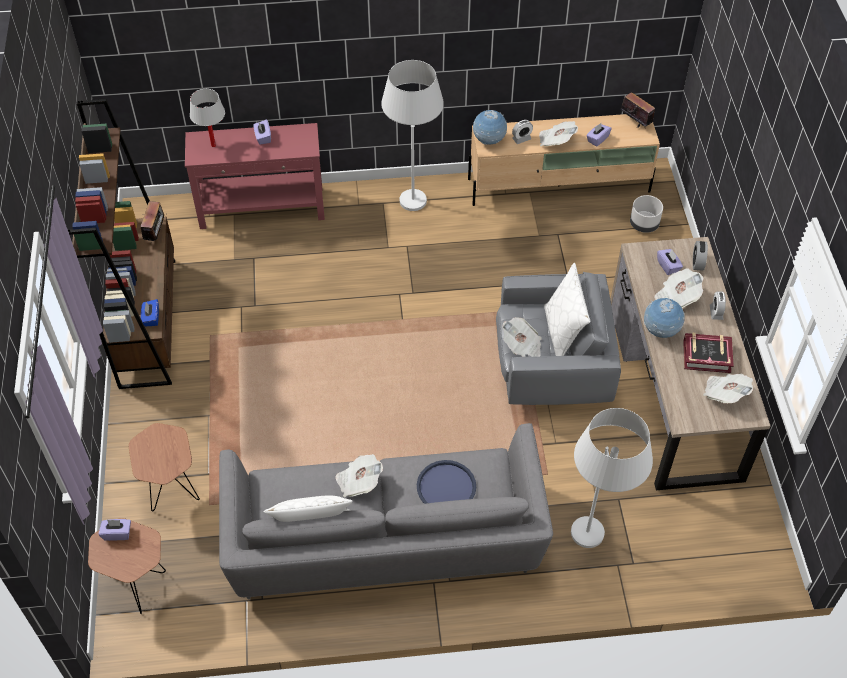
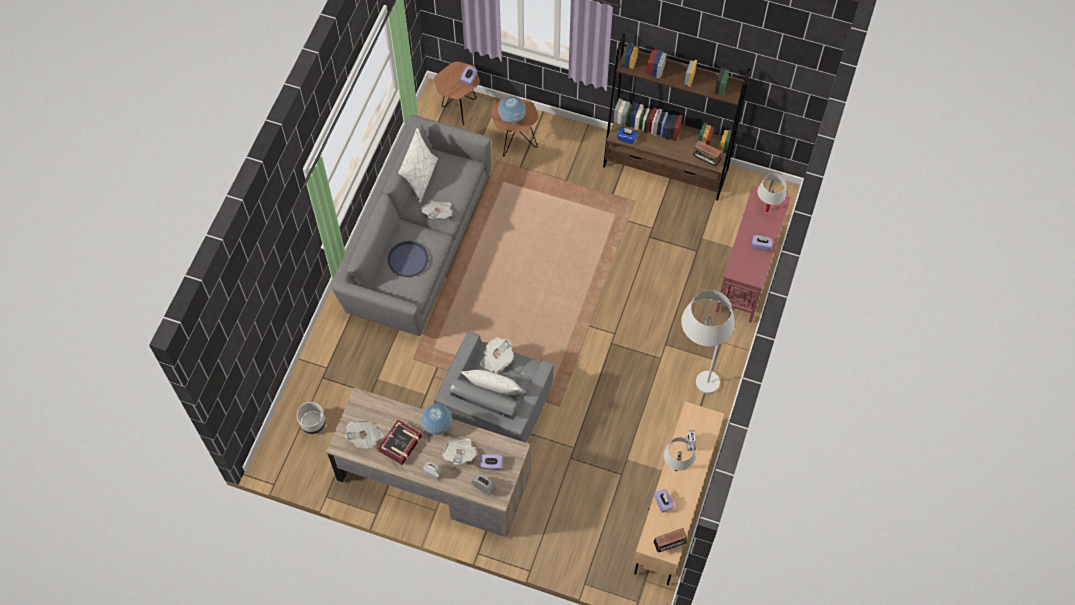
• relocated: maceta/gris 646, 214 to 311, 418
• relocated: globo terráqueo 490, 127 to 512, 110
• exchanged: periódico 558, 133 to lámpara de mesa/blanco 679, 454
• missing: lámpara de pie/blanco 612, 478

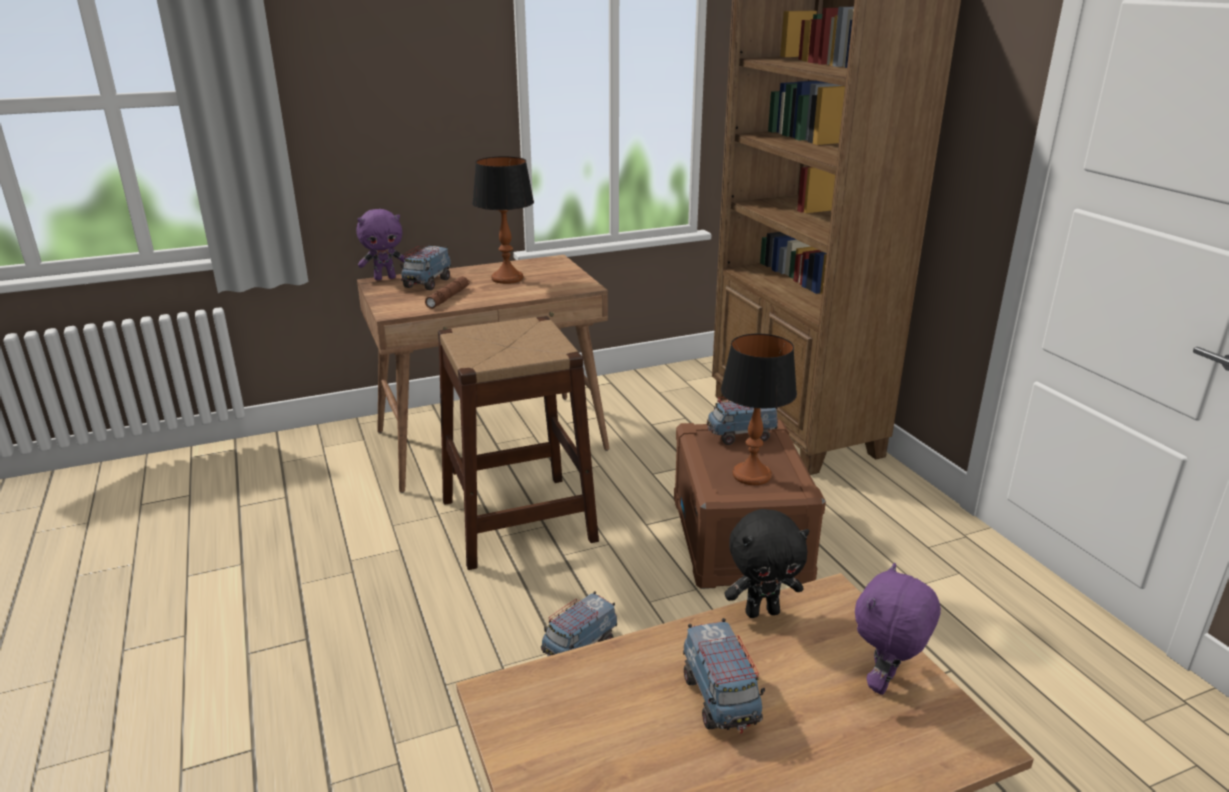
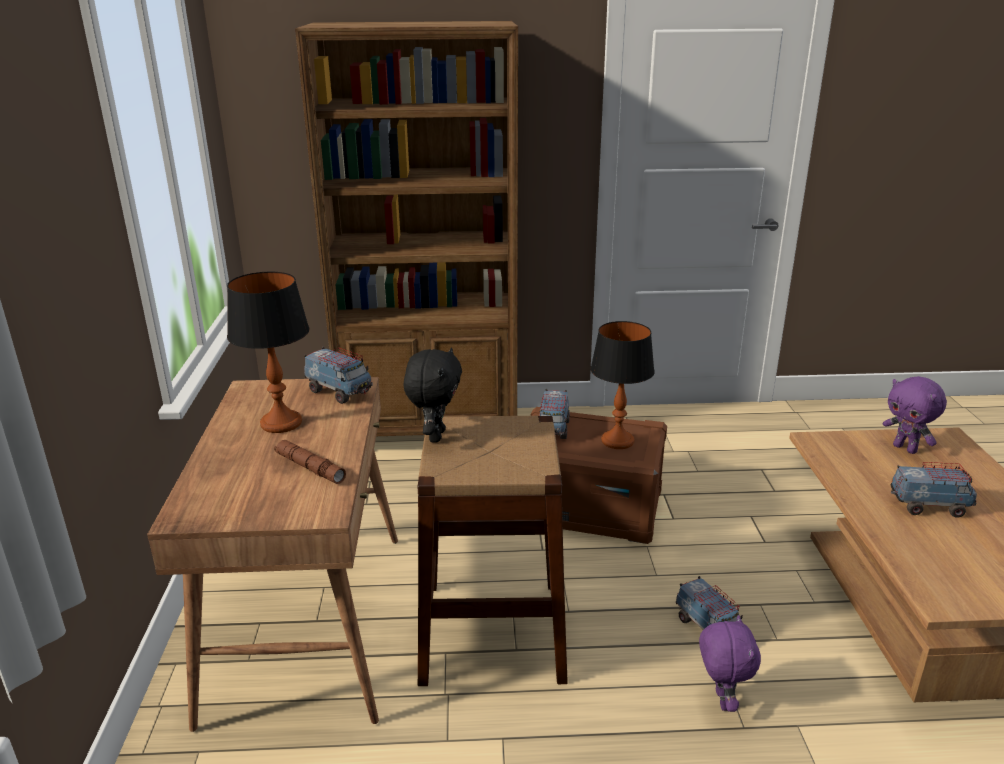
• relocated: camión de juguete 426, 267 to 338, 375
• relocated: peluche/negro 766, 563 to 433, 395
• relocated: peluche/morado 381, 244 to 730, 663

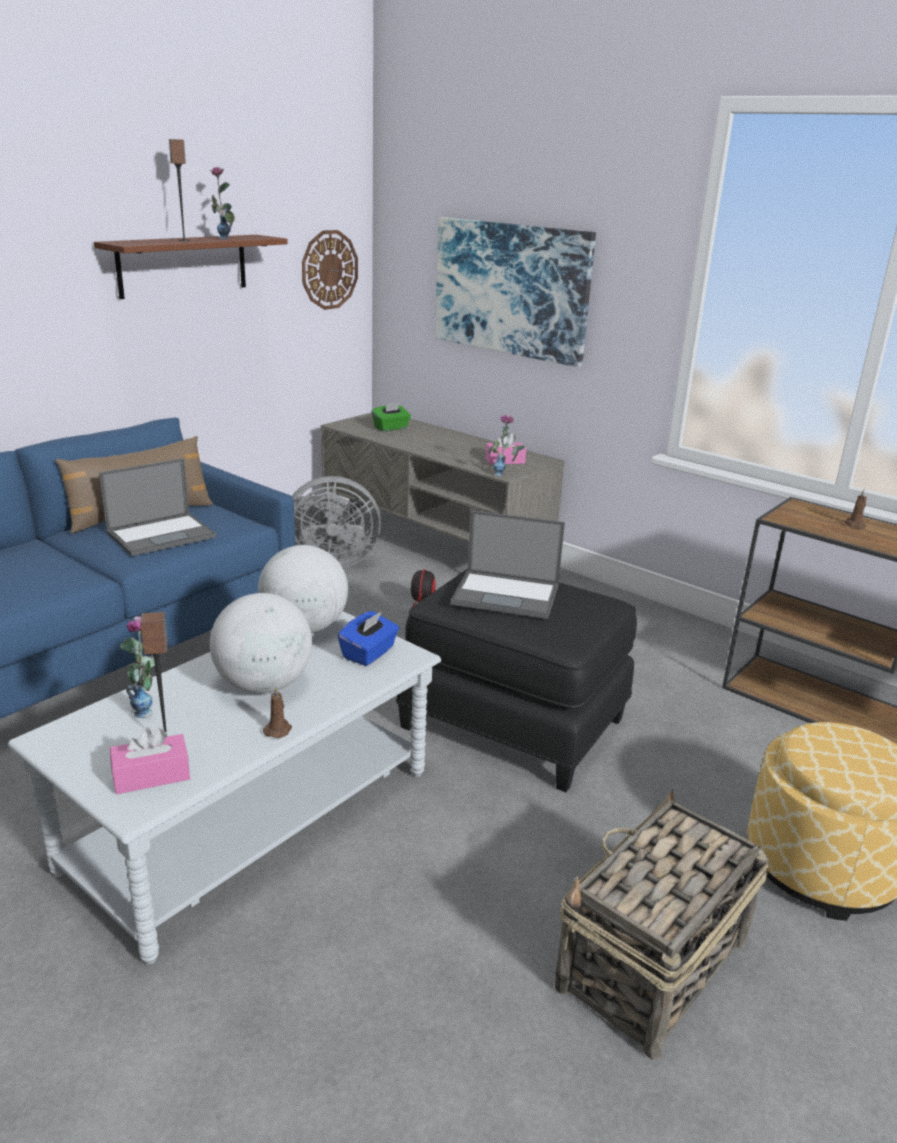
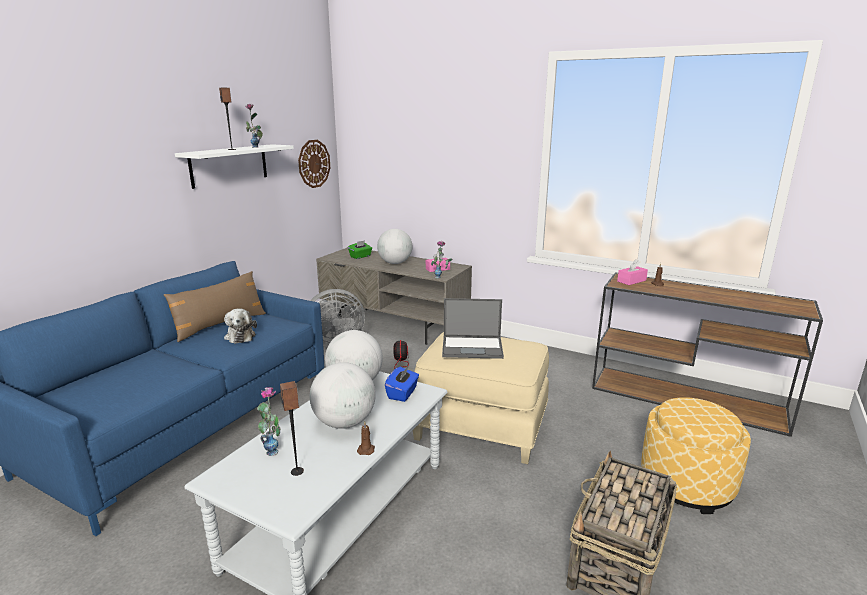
• colour: estante/marrón 191, 267 to estante/blanco 234, 166
• exchanged: portátil 157, 507 to peluche 240, 326
• appeared: globo terráqueo 395, 246
• colour: puf/negro 516, 680 to puf/beis 481, 398
• relocated: caja de pañuelos/rosa 150, 760 to 632, 272
• missing: cuadro 515, 292

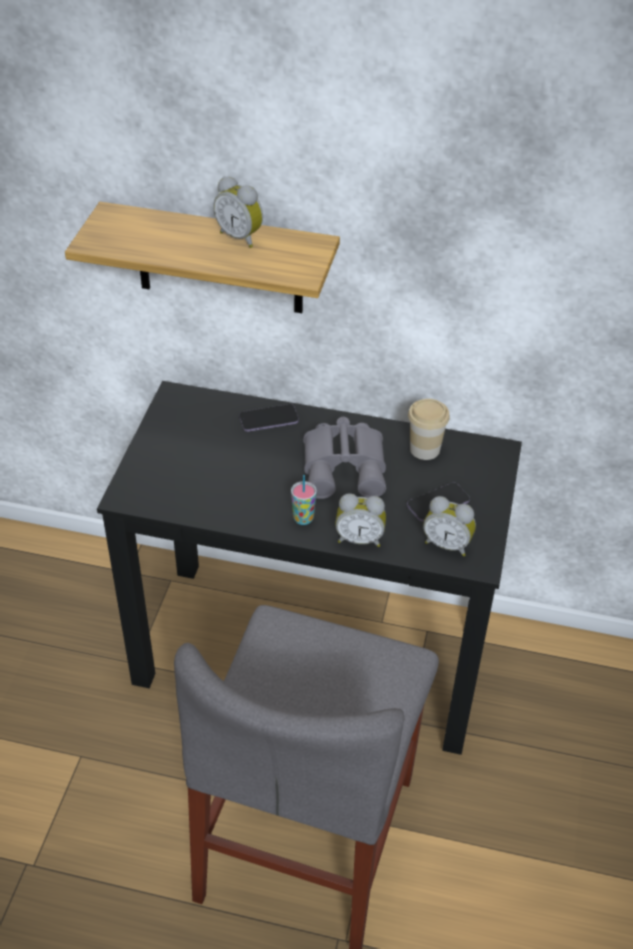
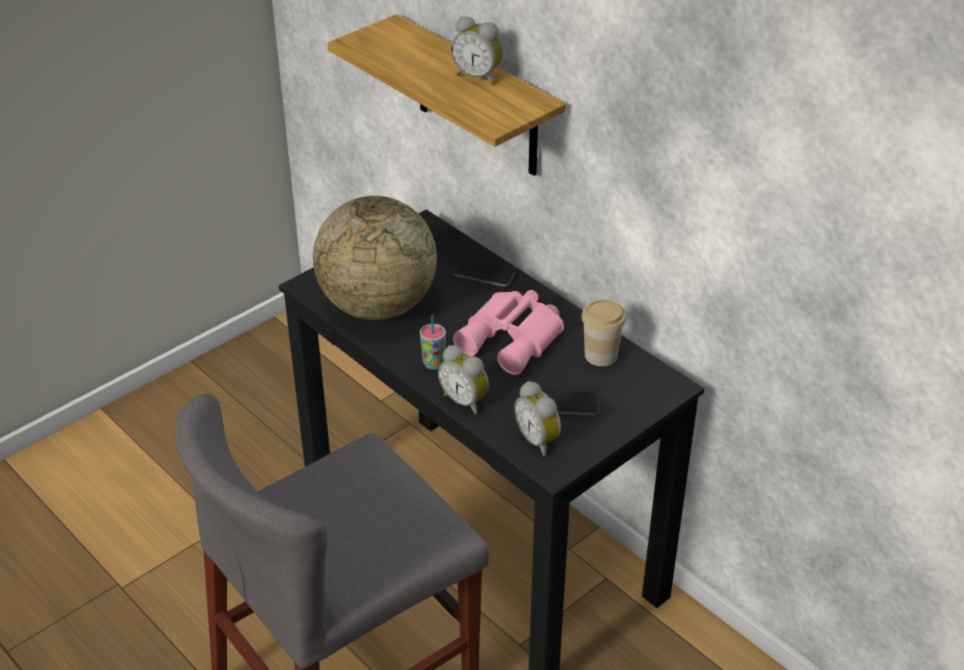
• appeared: globo terráqueo 375, 258
• spun: despertador 238, 212 = 477, 50 45 degrees counterclockwise
• colour: prismáticos/gris 344, 458 to prismáticos/rosa 508, 332

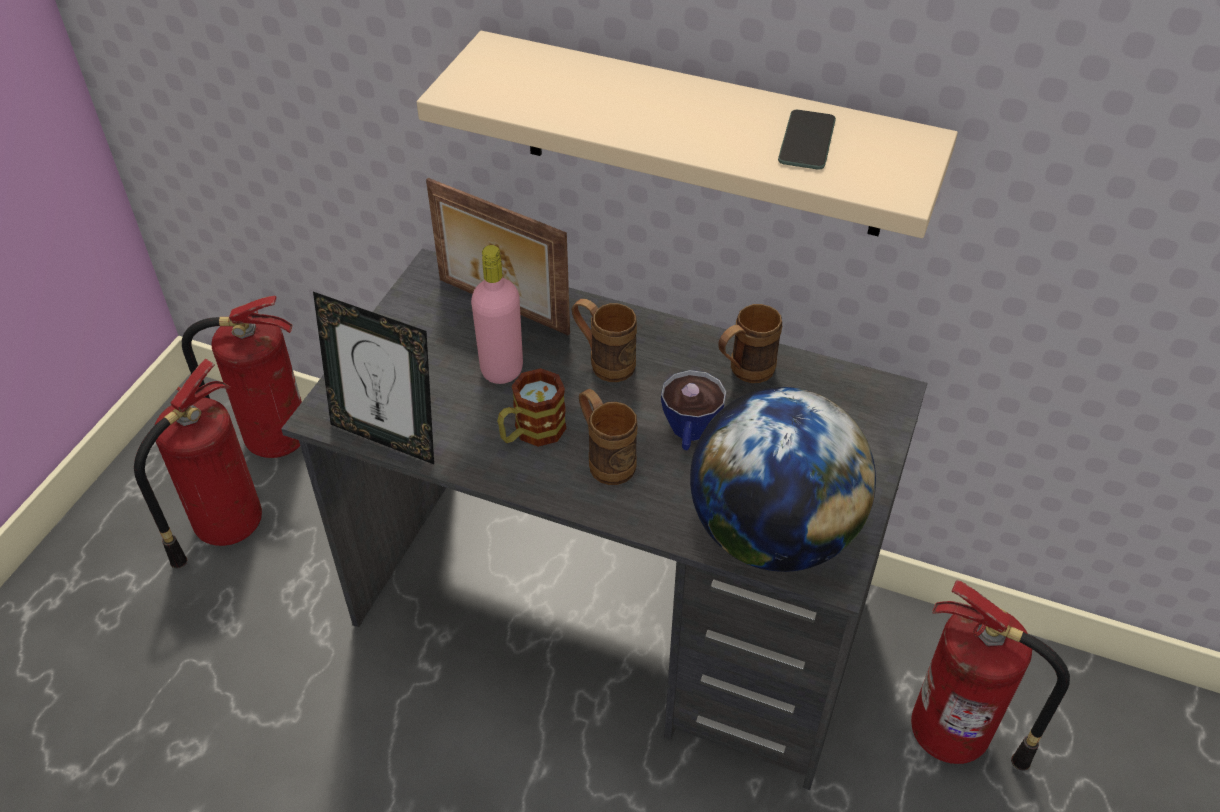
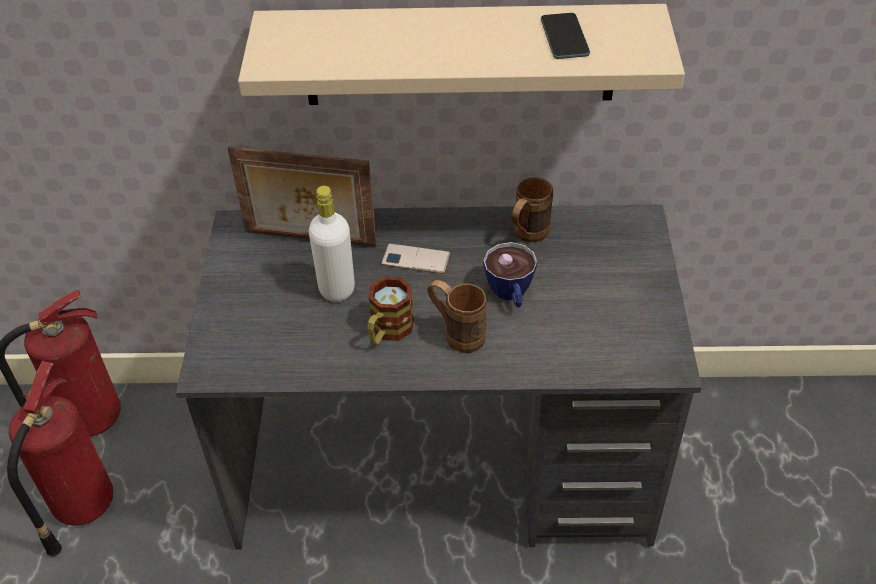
• colour: botella/rosa 497, 314 to botella/blanco 332, 243
• exchanged: taza grande/marrón 604, 340 to móvil 415, 259
• missing: portarretratos 373, 378
• missing: globo terráqueo 783, 479
• missing: extintor 990, 675

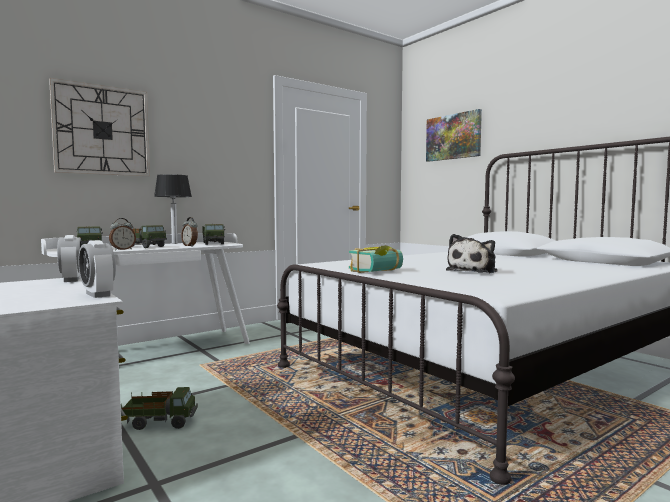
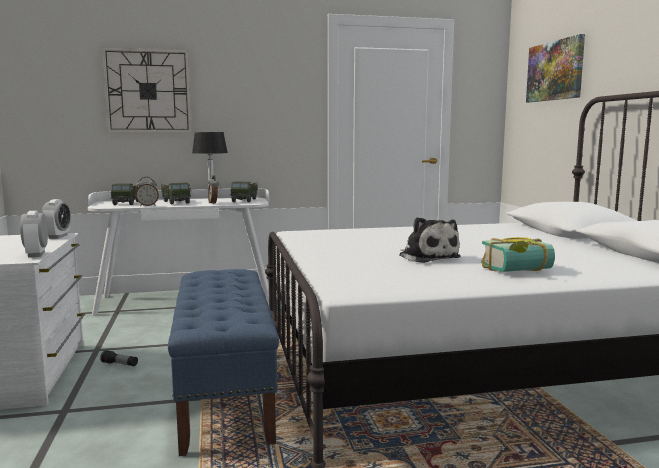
• exchanged: camión de juguete 159, 408 to linterna 119, 358
• appeared: banco/azul 223, 362
• spun: peluche 472, 253 = 430, 240 90 degrees counterclockwise
• relocated: libro 376, 259 to 518, 254

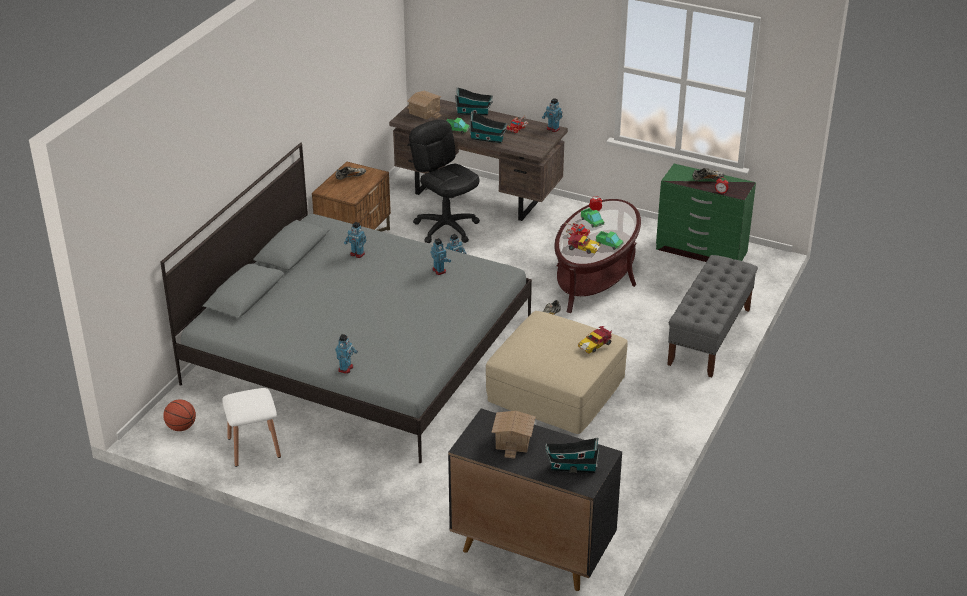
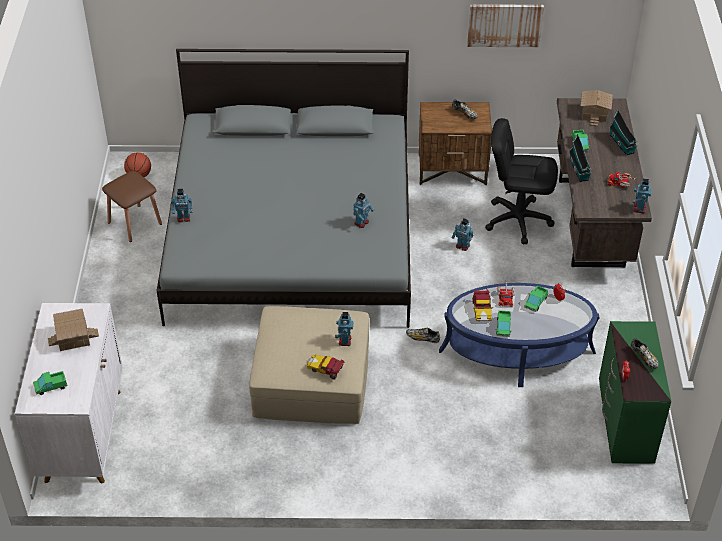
• colour: armario/negro 535, 500 to armario/blanco 69, 393
• exchanged: casita 572, 455 to camión de juguete 50, 383
• colour: taburete/blanco 251, 427 to taburete/marrón 132, 206
• relocated: robot de juguete 355, 240 to 344, 329
• colour: mesa de centro/marrón 597, 256 to mesa de centro/azul 519, 335
• appeared: cuadro 505, 25
• spun: silla de oficina/negro 444, 181 = 521, 181 105 degrees counterclockwise
• missing: banco/gris 712, 316

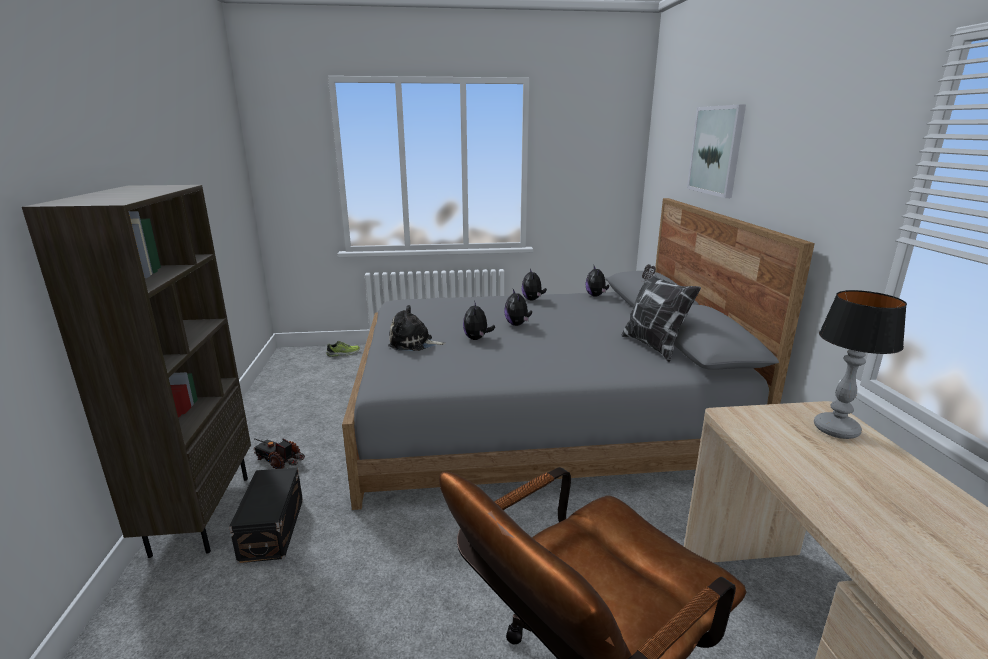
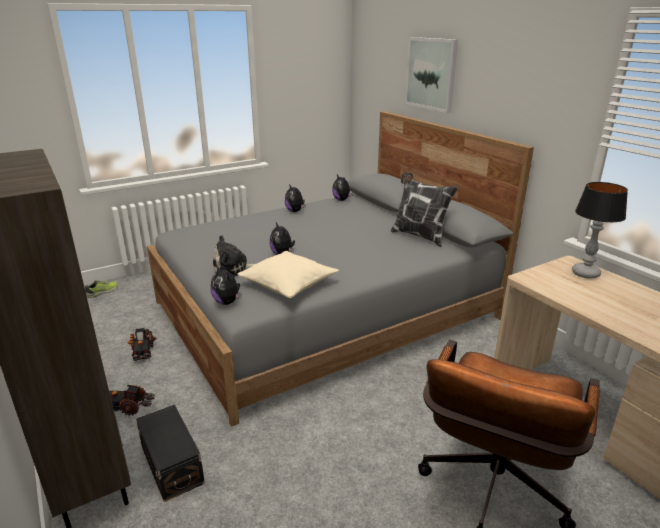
• appeared: camión de juguete 141, 344
• relocated: peluche 518, 307 to 226, 285
• appeared: cojín/beis 288, 274

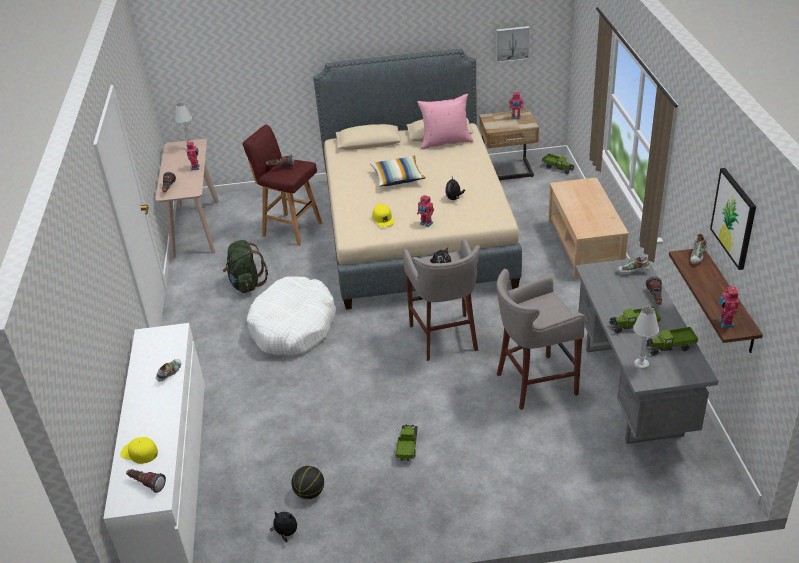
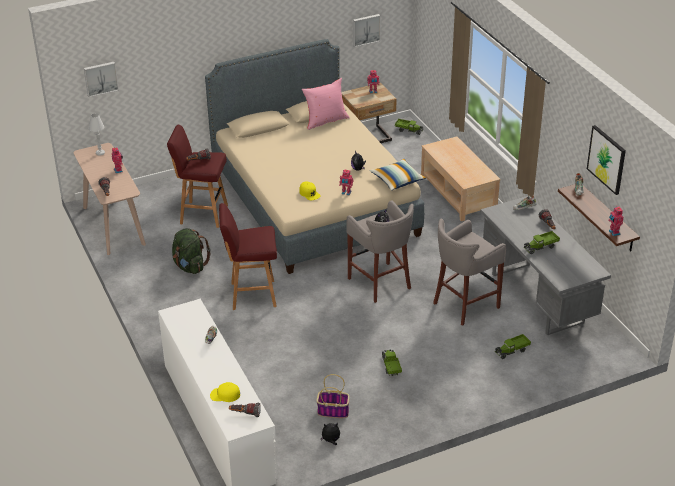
• appeared: cuadro 101, 79
• exchanged: cama para perro/blanco 291, 316 to taburete/rojo 248, 256
• exchanged: balón de baloncesto 307, 482 to cesta 333, 396
• relocated: cojín 398, 171 to 398, 174
• relocated: camión de juguete 672, 341 to 513, 346
• missing: lámpara de mesa/blanco 646, 338

